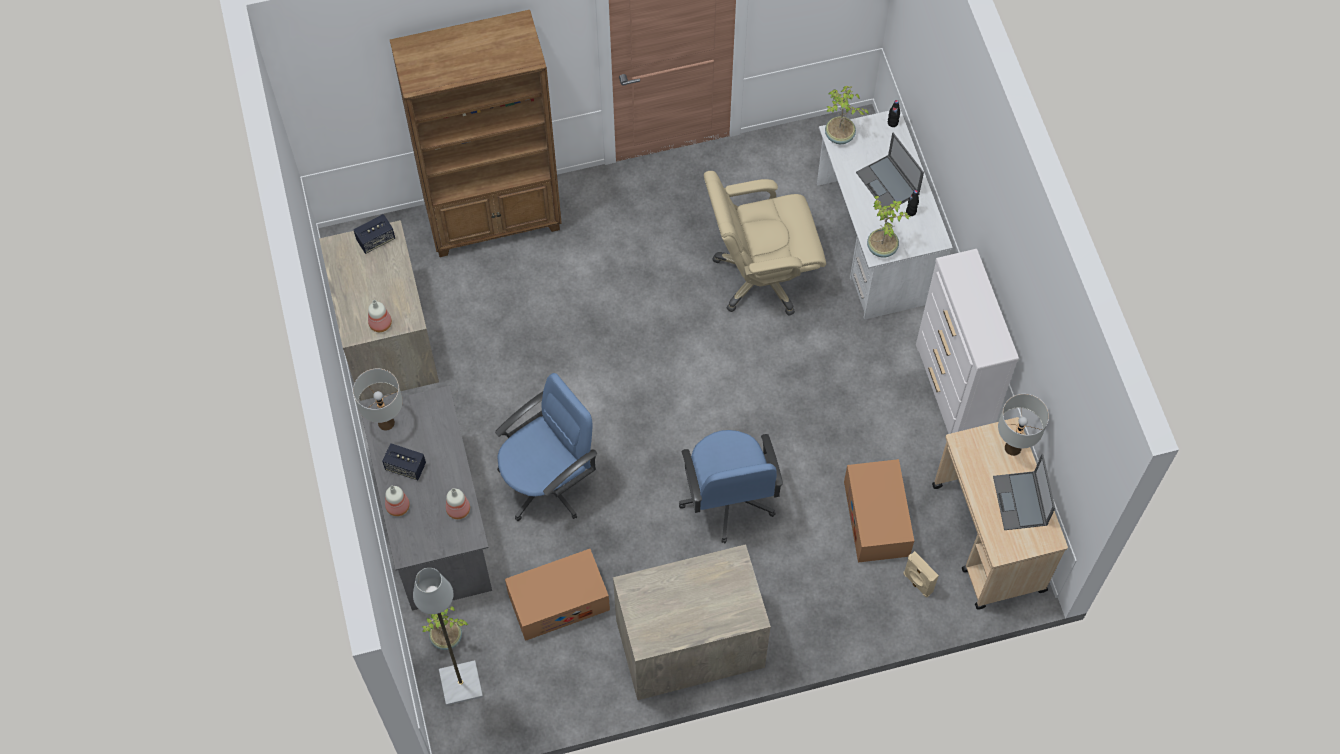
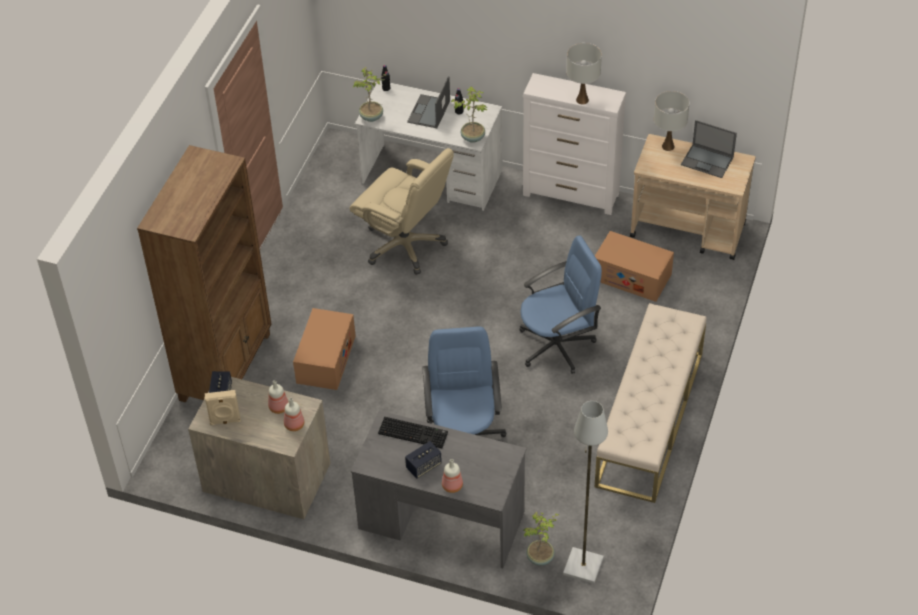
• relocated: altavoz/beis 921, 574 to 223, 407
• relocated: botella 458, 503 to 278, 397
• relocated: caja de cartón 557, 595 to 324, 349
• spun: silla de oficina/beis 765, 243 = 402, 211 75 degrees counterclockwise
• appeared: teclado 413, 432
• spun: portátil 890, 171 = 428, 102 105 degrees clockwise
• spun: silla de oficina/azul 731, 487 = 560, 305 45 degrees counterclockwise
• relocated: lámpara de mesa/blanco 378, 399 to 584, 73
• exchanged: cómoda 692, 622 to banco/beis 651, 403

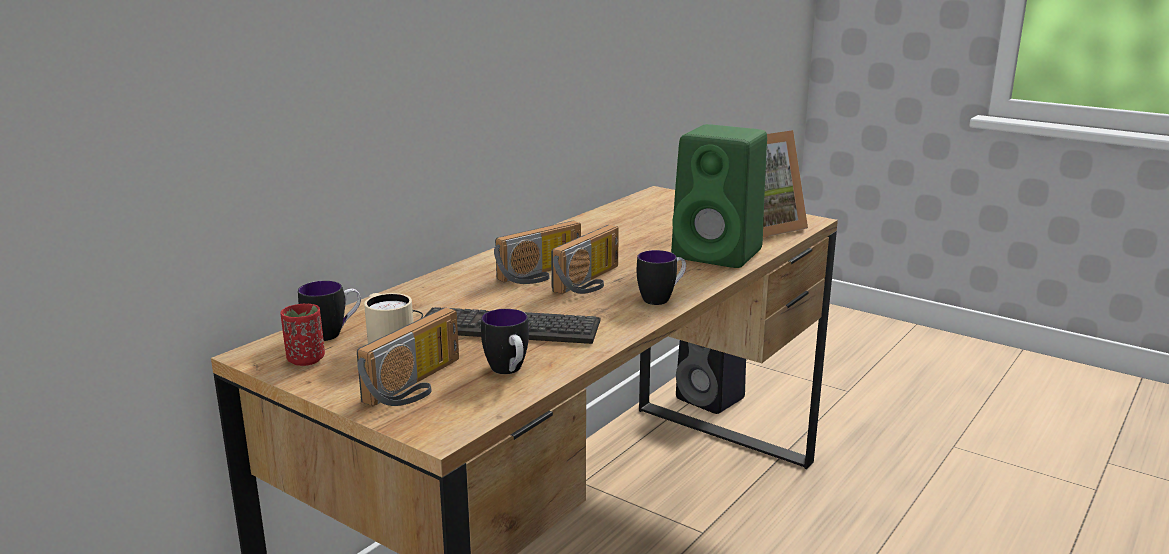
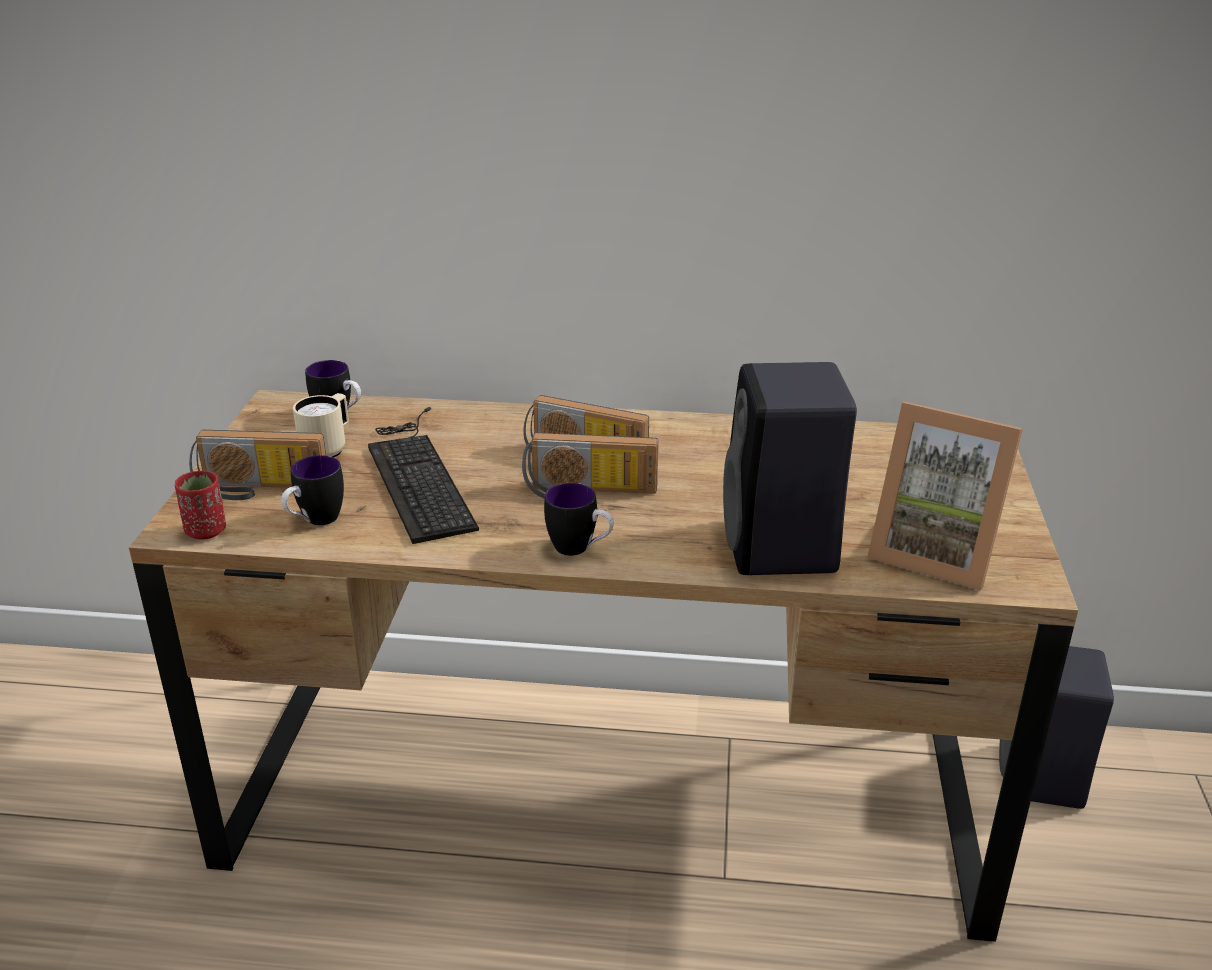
• relocated: taza/rojo 303, 335 to 200, 505
• colour: altavoz/verde 719, 196 to altavoz/negro 790, 468

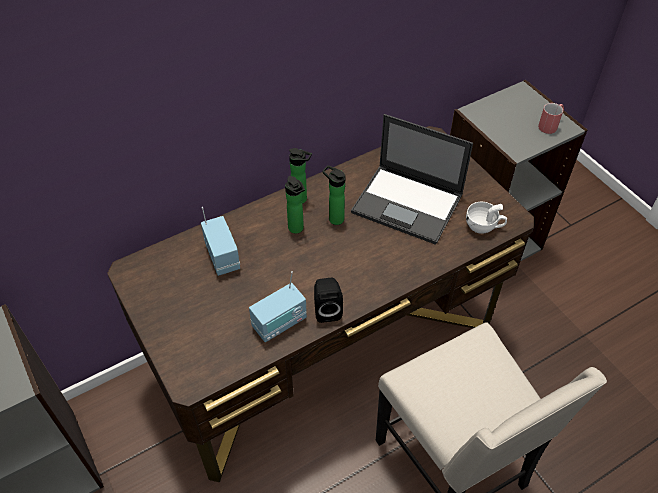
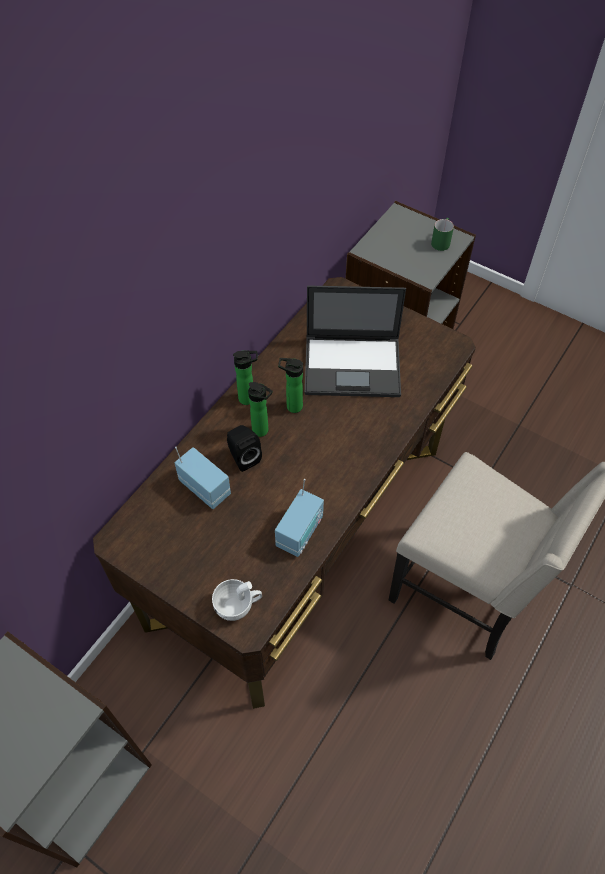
• relocated: taza/blanco 486, 218 to 237, 600
• relocated: altavoz/negro 328, 300 to 244, 448
• colour: taza grande/rojo 551, 118 to taza grande/verde 442, 234

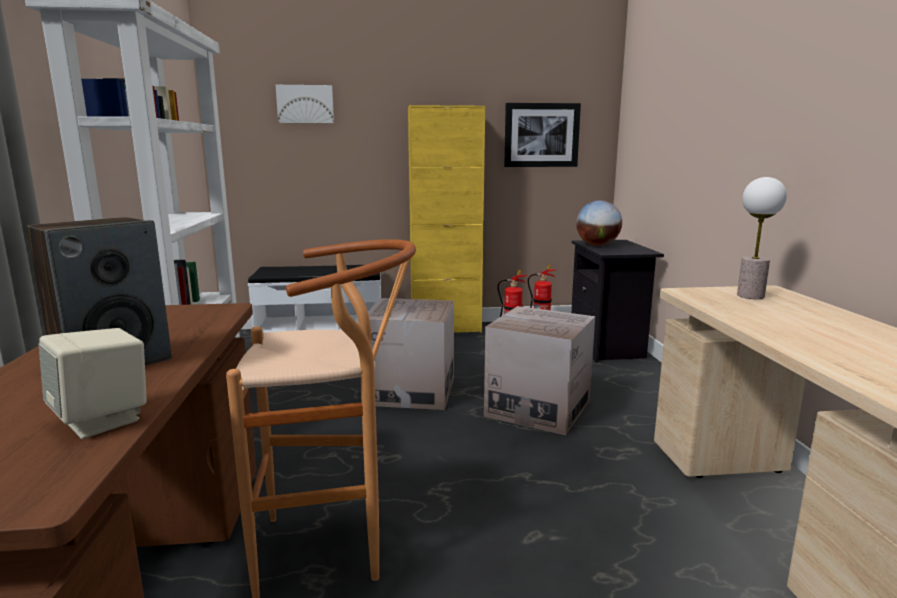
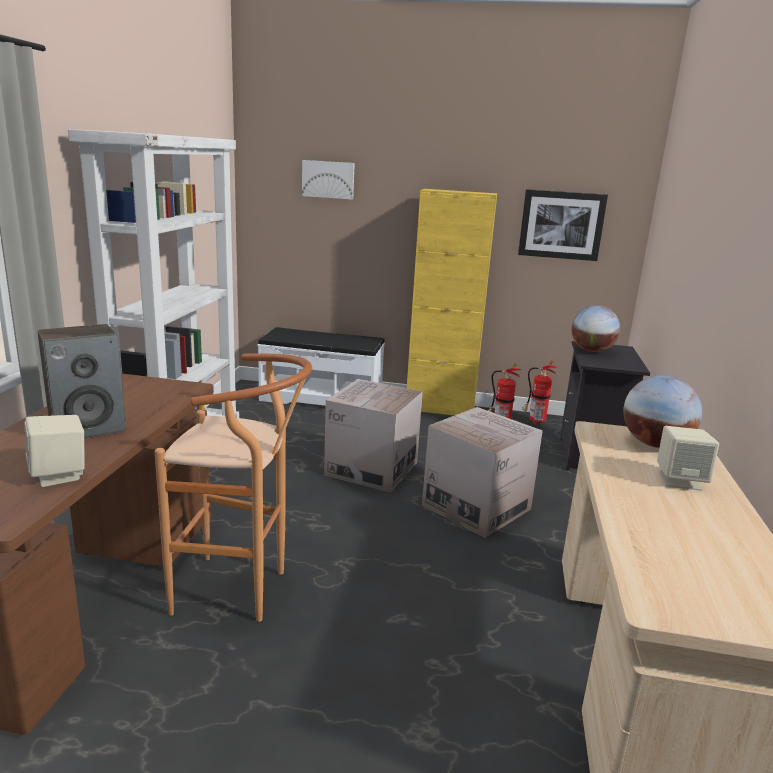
• exchanged: lámpara de mesa 762, 238 to globo terráqueo 662, 411
• appeared: altavoz/beis 688, 458

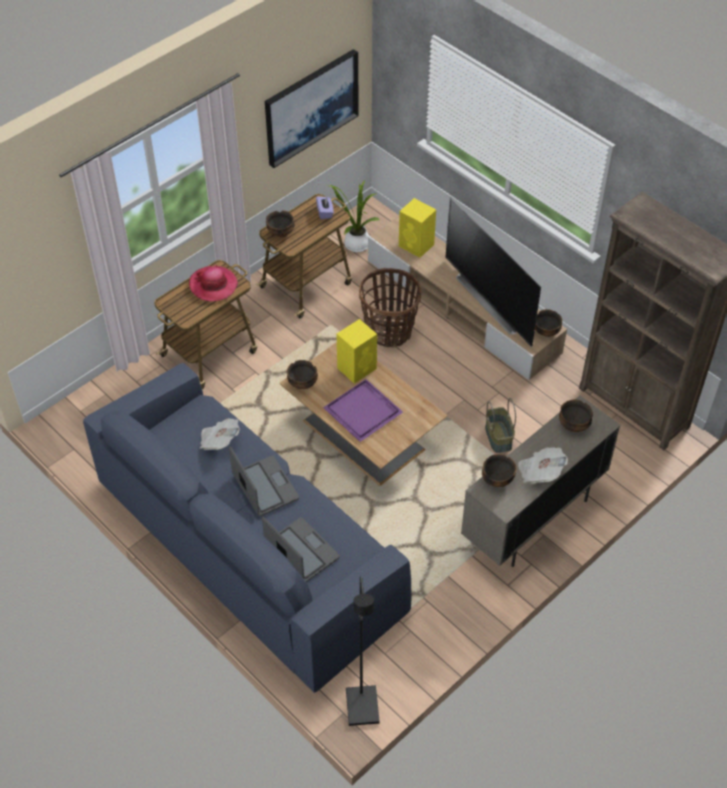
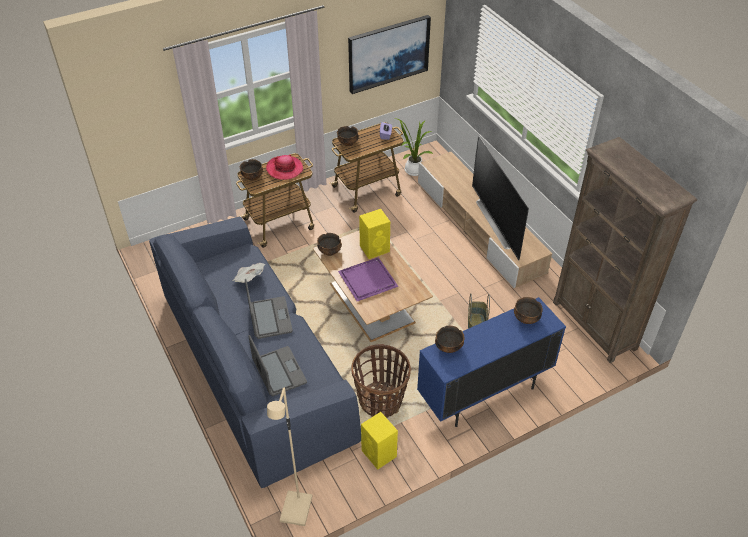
• relocated: cuenco 548, 323 to 251, 170
• colour: lámpara de pie/negro 363, 651 to lámpara de pie/beis 290, 457
• relocated: cesta 390, 308 to 381, 381
• relocated: altavoz/amarillo 417, 228 to 379, 441
• colour: armario/beis 540, 481 to armario/azul 491, 362
• missing: periódico 543, 465

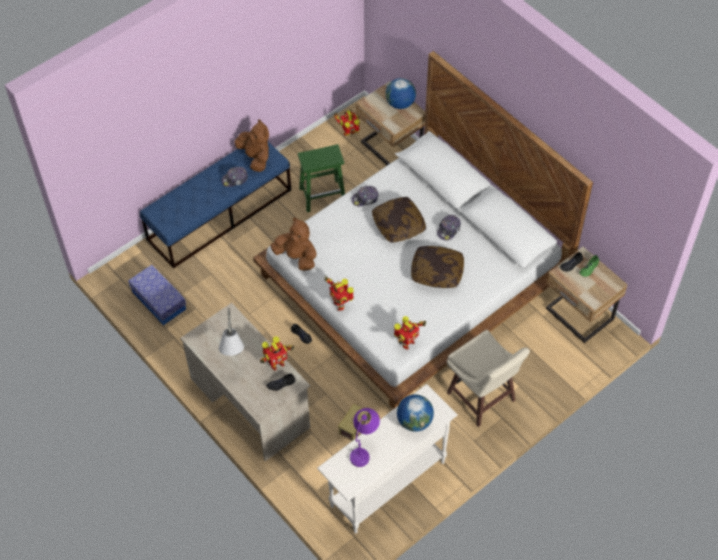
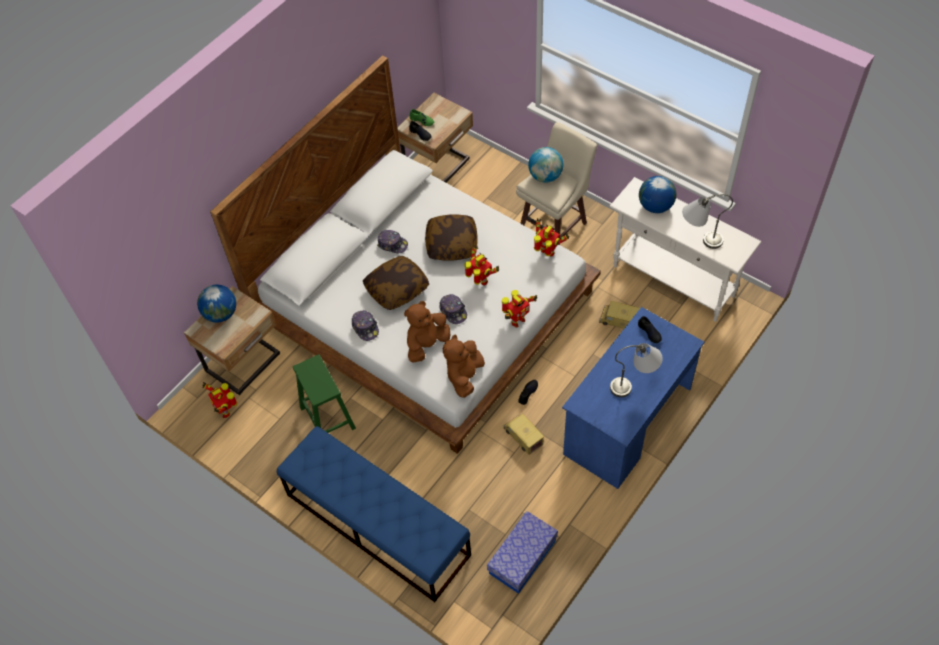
• relocated: peluche/marrón 251, 145 to 427, 332
• relocated: gorra 235, 177 to 453, 309
• relocated: robot de juguete 277, 353 to 482, 265
• appeared: camión de juguete 523, 434
• appeared: globo terráqueo 545, 165
• colour: escritorio/beis 245, 382 to escritorio/azul 633, 398
• colour: lámpara de mesa/morado 365, 437 to lámpara de mesa/gris 707, 221

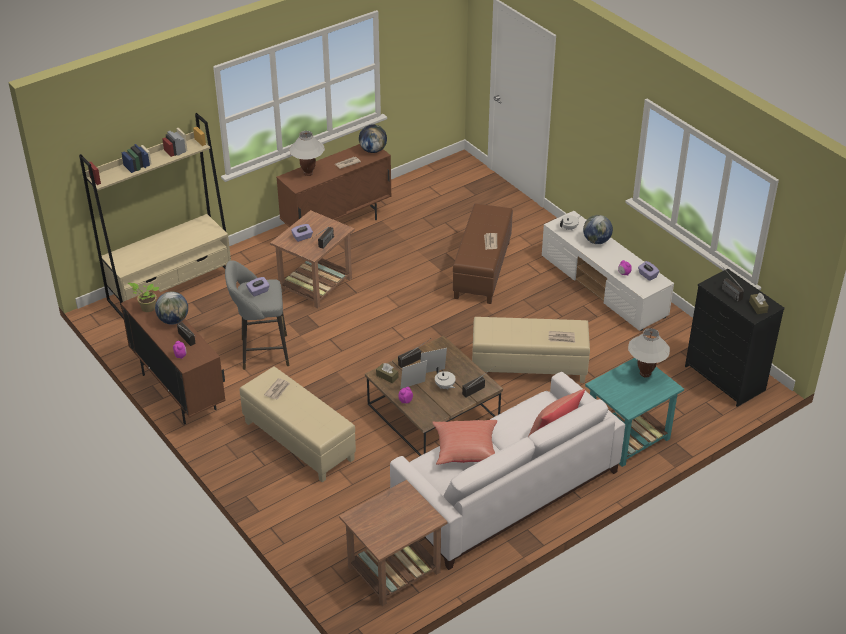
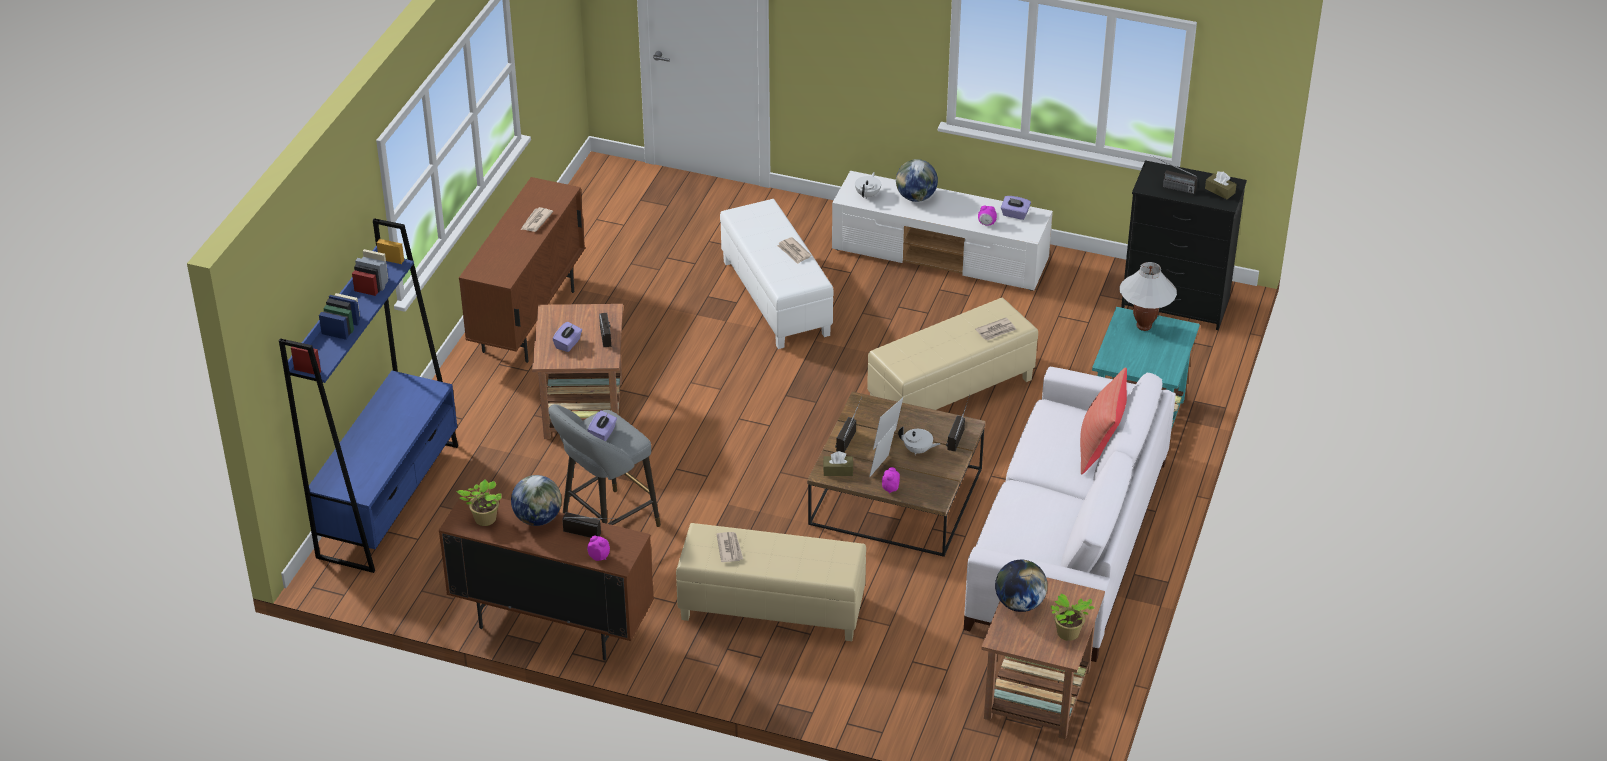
• colour: estantería/beis 155, 216 to estantería/azul 368, 395
• colour: puf/marrón 483, 254 to puf/blanco 776, 274
• relocated: globo terráqueo 373, 138 to 1021, 586
• appeared: planta en maceta 1072, 617
• missing: lámpara de mesa/blanco 307, 153
• missing: cojín/rojo 464, 442

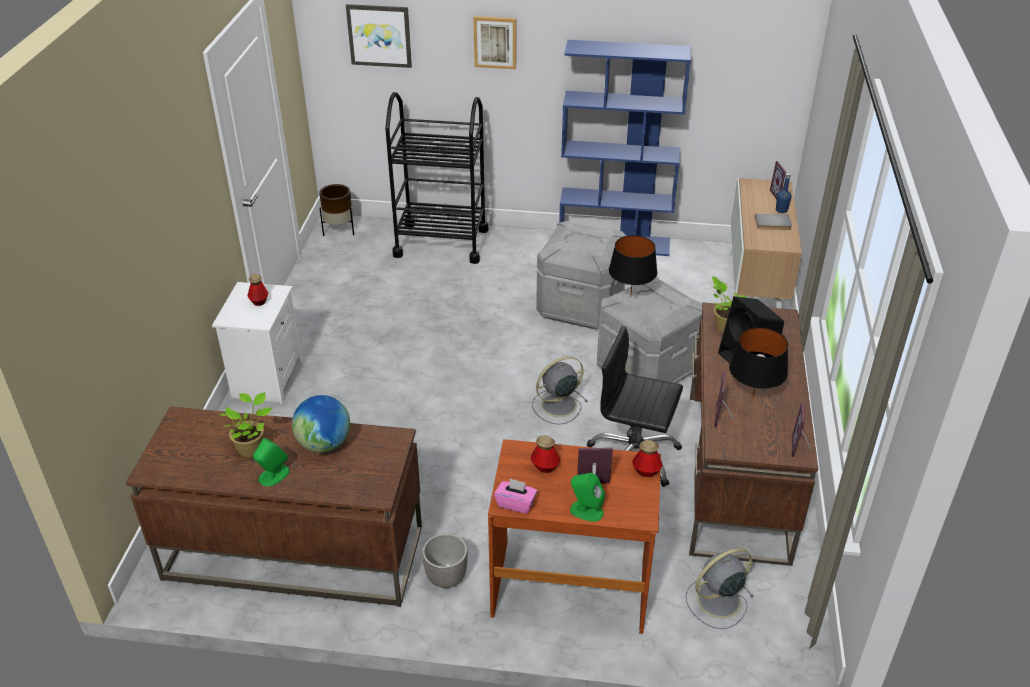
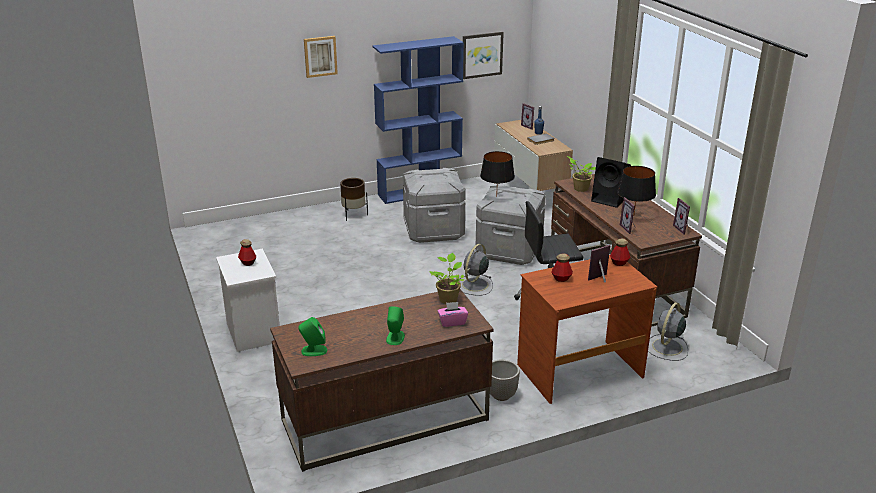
• relocated: altavoz/verde 587, 497 to 312, 336
• relocated: maceta/marrón 336, 210 to 354, 199
• relocated: planta en maceta 246, 424 to 446, 278
• relocated: caja de pañuelos/rosa 516, 496 to 452, 314
• relocated: cuadro 379, 36 to 483, 55
• missing: globo terráqueo 321, 424
• missing: carrito/negro 436, 178

